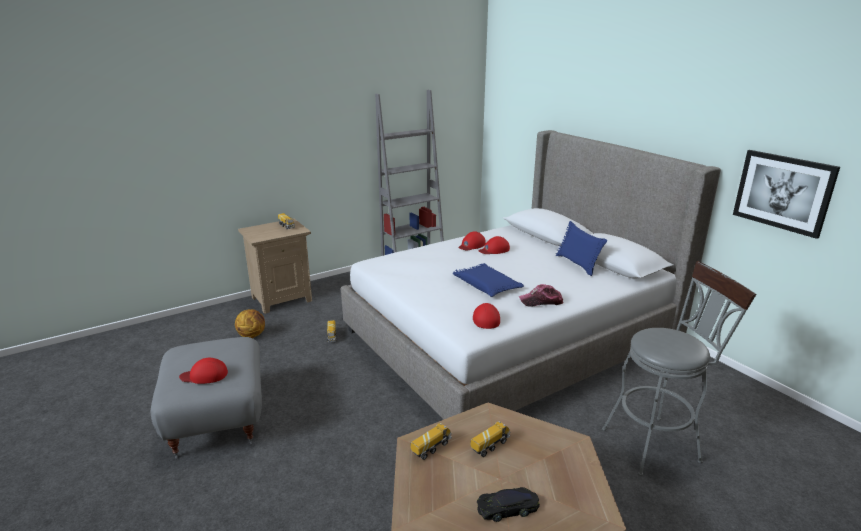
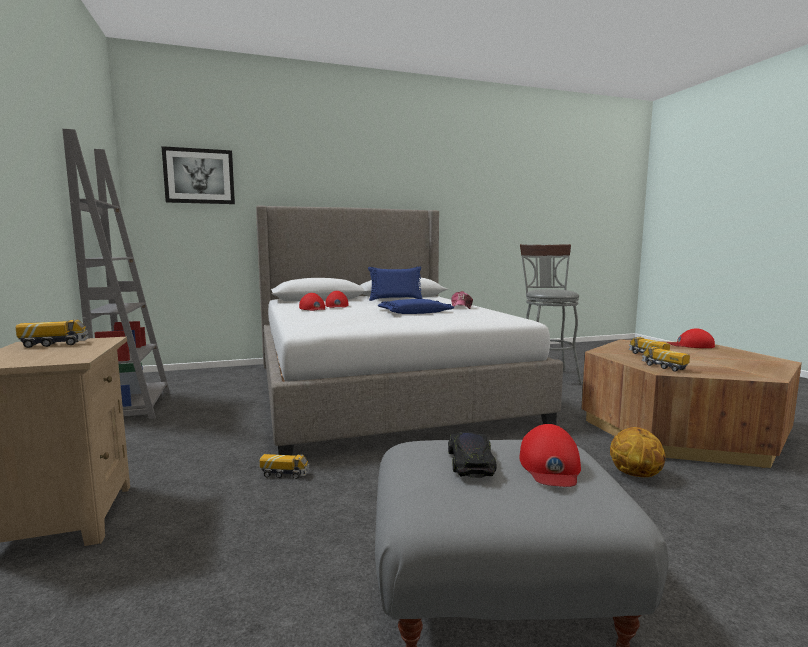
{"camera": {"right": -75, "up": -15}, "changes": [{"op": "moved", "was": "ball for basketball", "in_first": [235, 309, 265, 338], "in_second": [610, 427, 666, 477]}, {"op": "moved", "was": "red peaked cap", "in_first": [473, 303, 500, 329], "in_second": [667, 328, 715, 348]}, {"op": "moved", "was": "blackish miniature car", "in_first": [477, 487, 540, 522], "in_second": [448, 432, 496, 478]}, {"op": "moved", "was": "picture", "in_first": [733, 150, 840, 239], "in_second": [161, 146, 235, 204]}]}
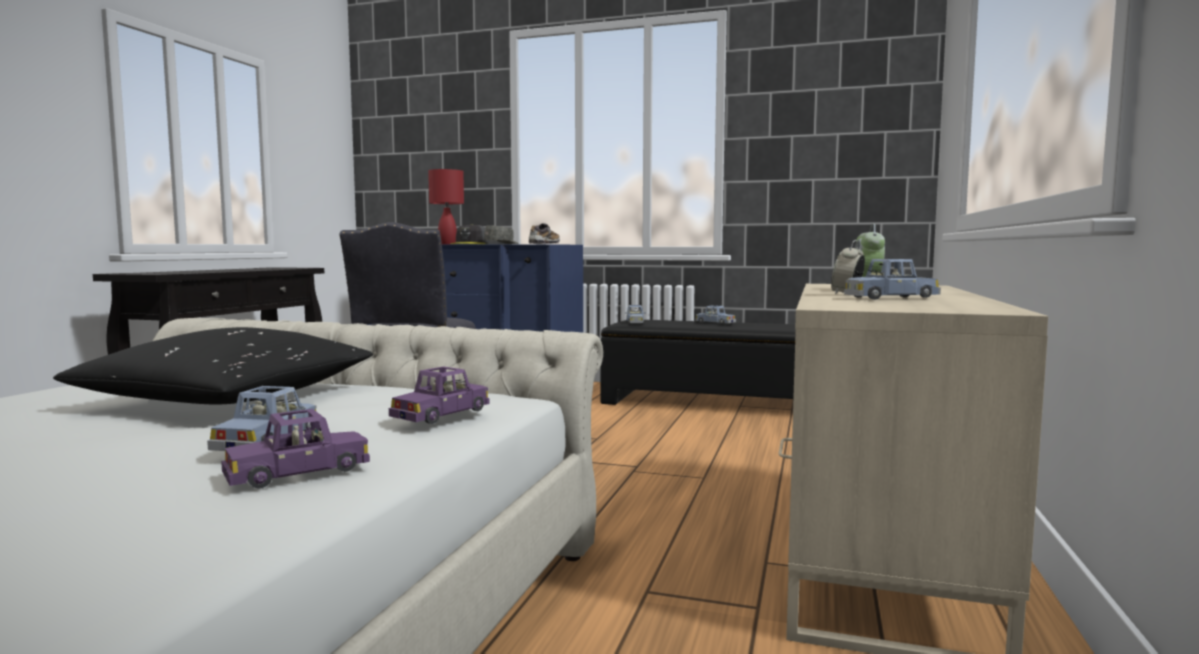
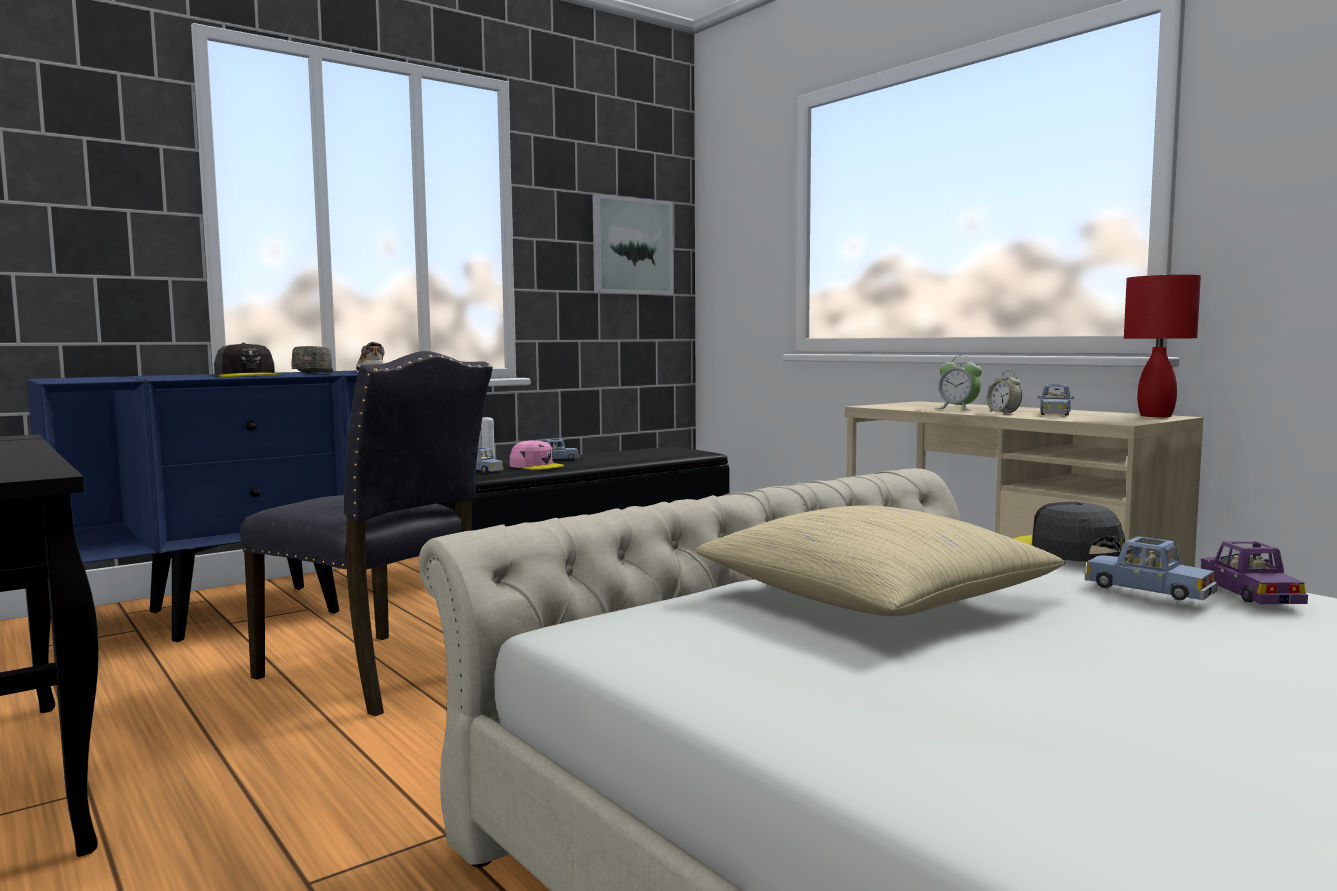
{"camera": {"right": -55, "up": 0}, "changes": [{"op": "added", "now": "pink peaked cap", "in_second": [510, 440, 564, 470]}, {"op": "added", "now": "picture", "in_second": [592, 194, 674, 295]}, {"op": "moved", "was": "red lamp for a table", "in_first": [428, 169, 464, 245], "in_second": [1124, 274, 1201, 417]}, {"op": "replaced", "was": "purplish miniature car", "now": "gray peaked cap", "in_first": [389, 366, 490, 424], "in_second": [1014, 502, 1125, 562]}, {"op": "recoloured", "was": "blackish cushion", "now": "sand-coloured cushion", "in_first": [53, 327, 373, 404], "in_second": [695, 505, 1065, 616]}]}
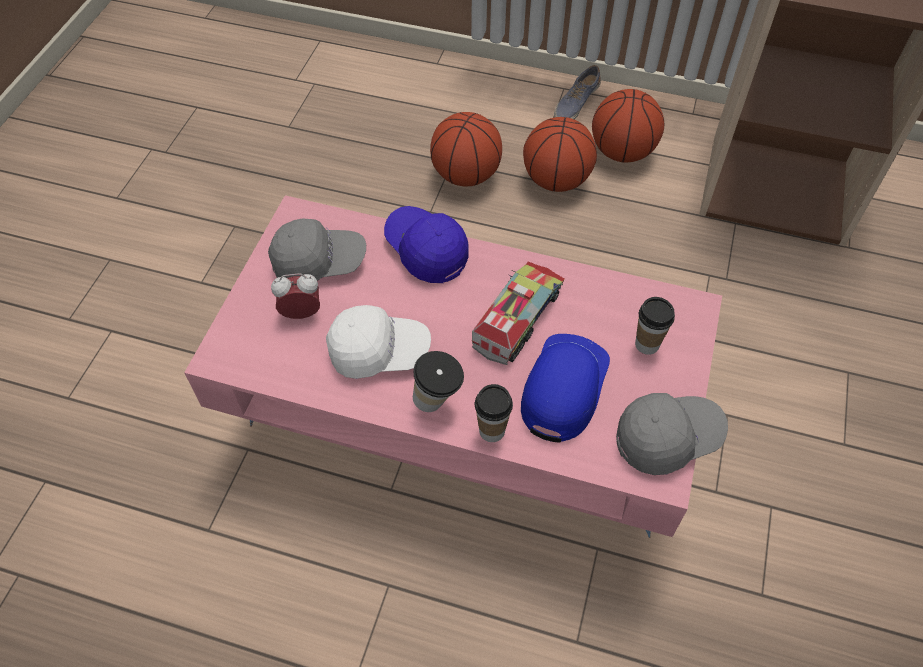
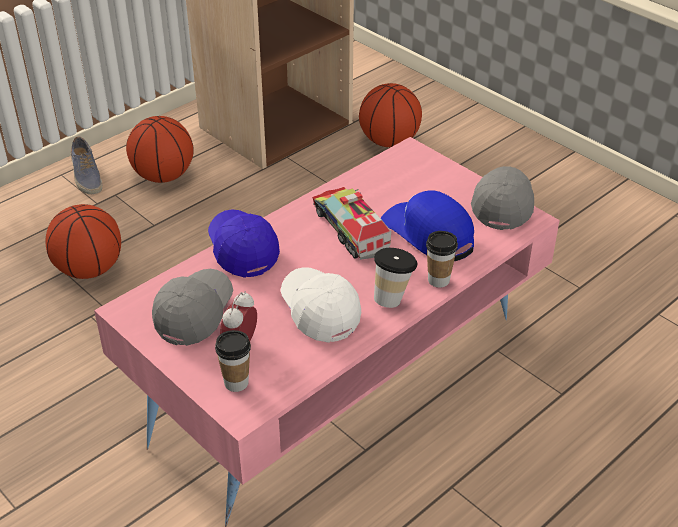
{"camera": {"right": -60, "up": -15}, "changes": [{"op": "moved", "was": "ball for basketball", "in_first": [523, 117, 597, 192], "in_second": [359, 83, 422, 147]}, {"op": "moved", "was": "drinking cup", "in_first": [635, 297, 675, 355], "in_second": [215, 330, 251, 392]}, {"op": "turned", "was": "white-coloured peaked cap", "in_first": [326, 305, 431, 379], "in_second": [280, 267, 361, 343], "clockwise": -60}, {"op": "turned", "was": "bluish peaked cap", "in_first": [384, 206, 469, 283], "in_second": [208, 209, 280, 278], "clockwise": 75}]}
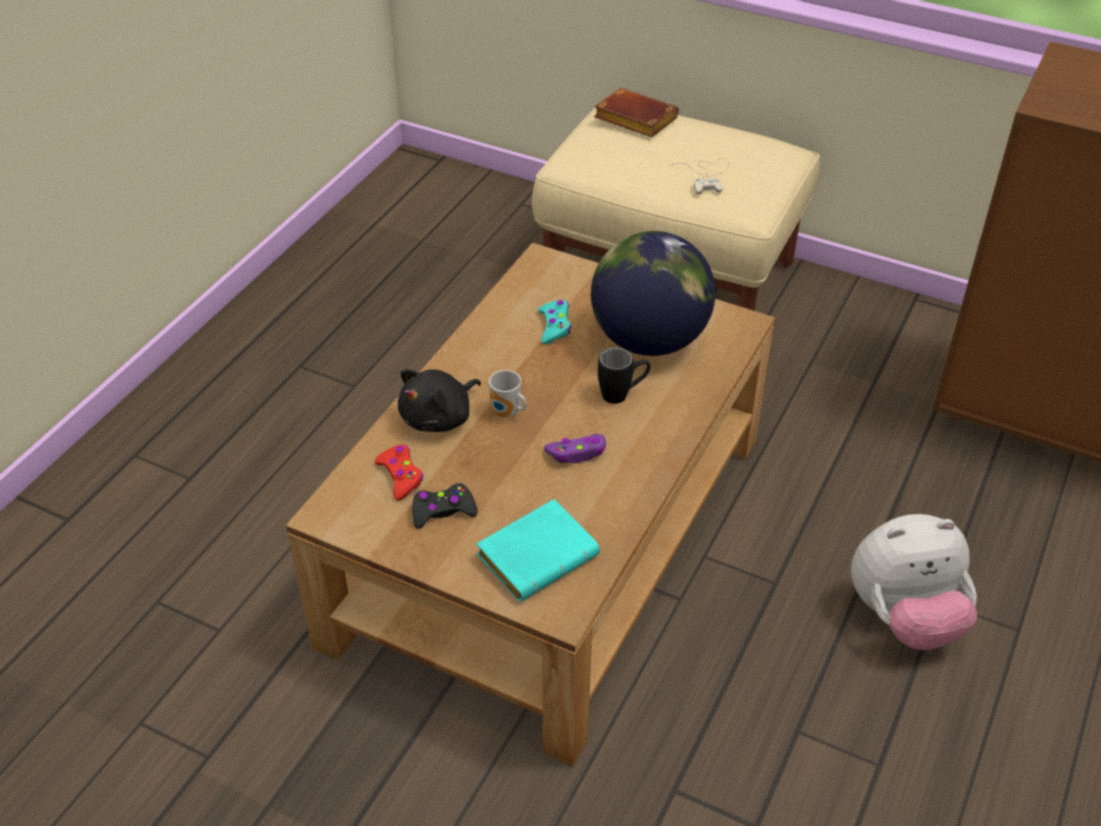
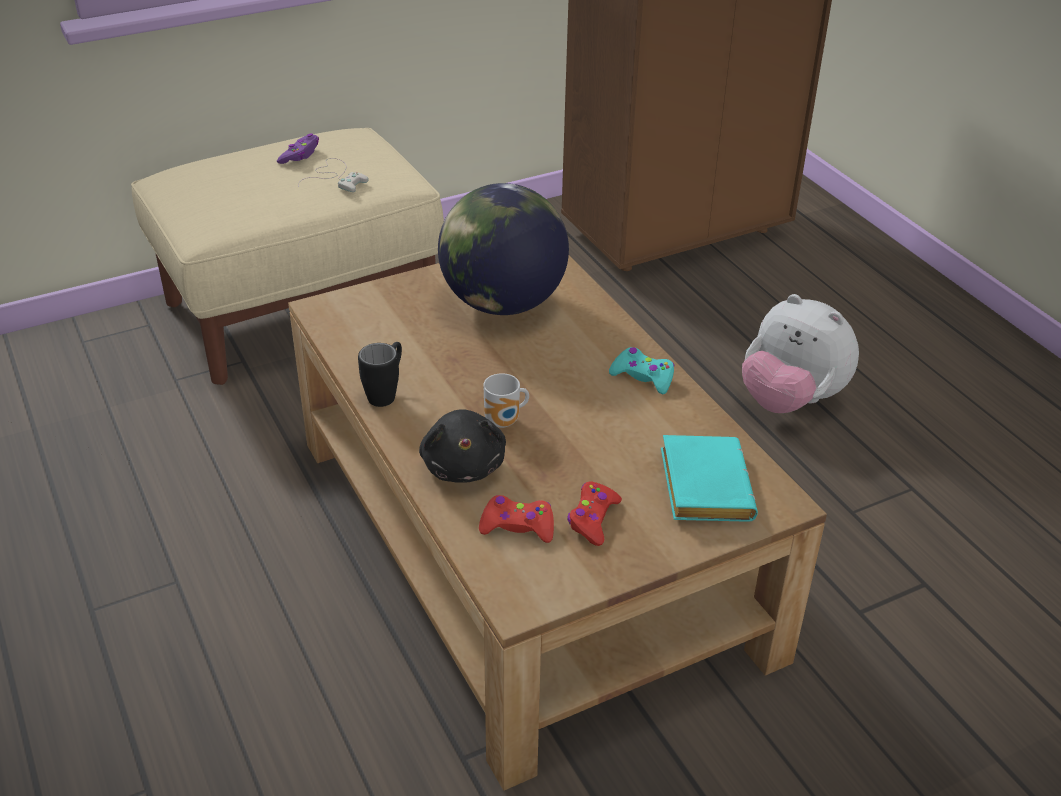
{"camera": {"right": -55, "up": -5}, "changes": [{"op": "removed", "was": "brownish bound book", "in_first": [594, 88, 679, 137]}, {"op": "moved", "was": "turquoise gamepad", "in_first": [538, 300, 571, 344], "in_second": [609, 347, 675, 394]}, {"op": "moved", "was": "purplish gamepad", "in_first": [544, 434, 606, 463], "in_second": [277, 134, 319, 164]}, {"op": "moved", "was": "blackish coffee mug", "in_first": [598, 347, 650, 404], "in_second": [358, 342, 402, 407]}, {"op": "recoloured", "was": "blackish gamepad", "now": "red gamepad", "in_first": [412, 483, 478, 529], "in_second": [567, 481, 622, 546]}, {"op": "turned", "was": "cuddly toy", "in_first": [851, 514, 977, 650], "in_second": [742, 294, 859, 413], "clockwise": 105}]}
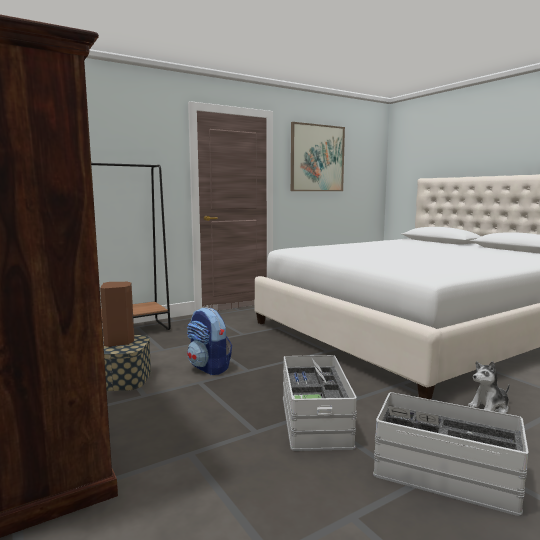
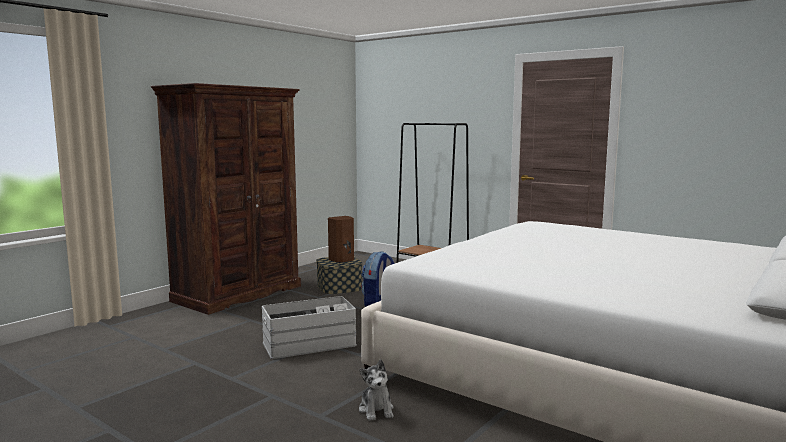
{"camera": {"right": 70, "up": 0}, "changes": [{"op": "removed", "was": "picture", "in_first": [291, 122, 345, 191]}, {"op": "removed", "was": "gray storage container", "in_first": [373, 392, 529, 516]}, {"op": "turned", "was": "cuddly toy", "in_first": [468, 361, 510, 413], "in_second": [359, 359, 394, 421], "clockwise": -150}]}
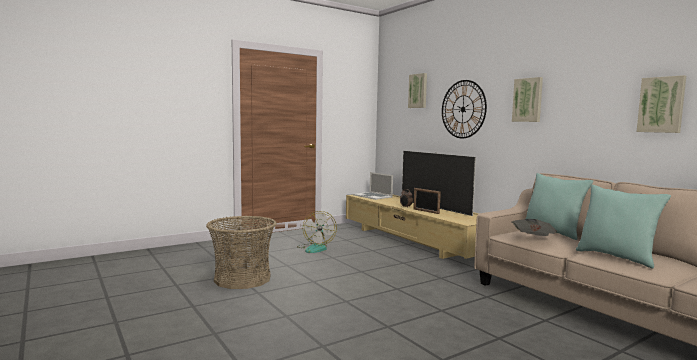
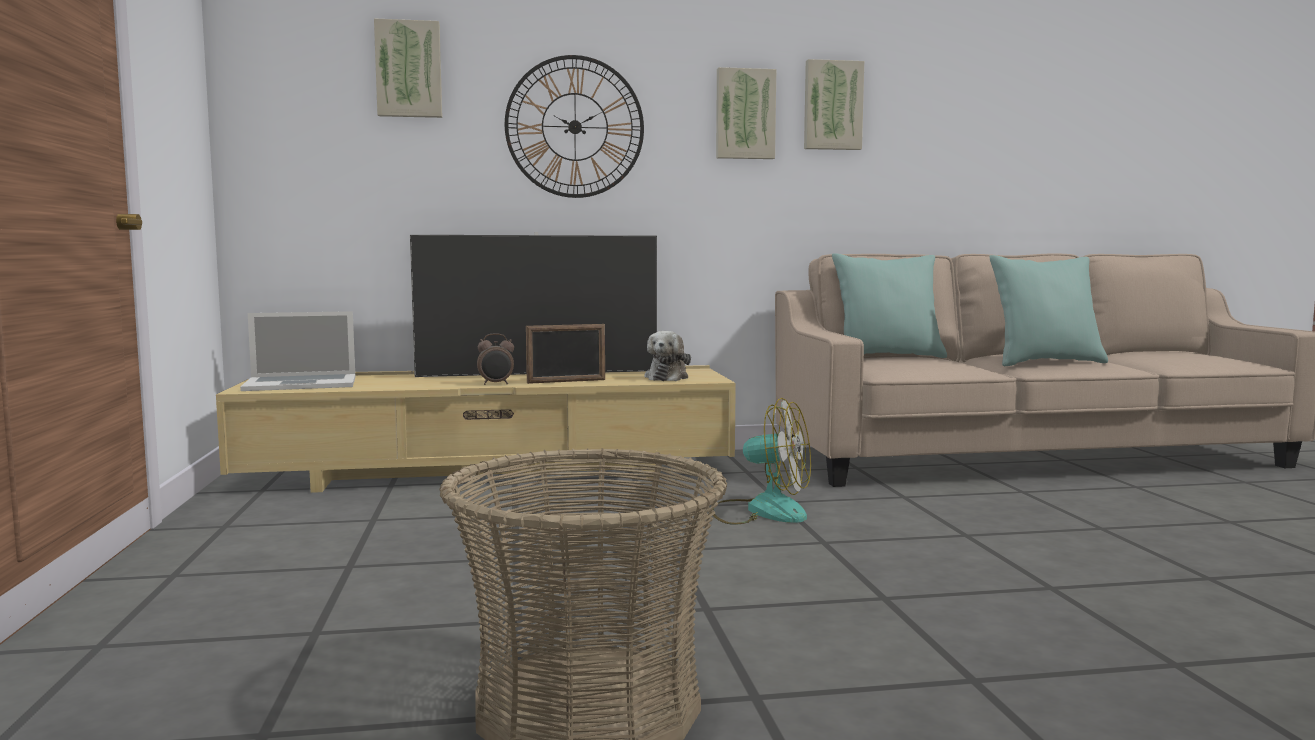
{"camera": {"right": -65, "up": 0}, "changes": [{"op": "removed", "was": "daily paper", "in_first": [512, 219, 557, 236]}, {"op": "added", "now": "cuddly toy", "in_second": [644, 331, 691, 381]}, {"op": "moved", "was": "cooling fan", "in_first": [297, 211, 337, 253], "in_second": [711, 398, 811, 525]}, {"op": "moved", "was": "picture", "in_first": [637, 75, 686, 133], "in_second": [804, 59, 864, 150]}]}
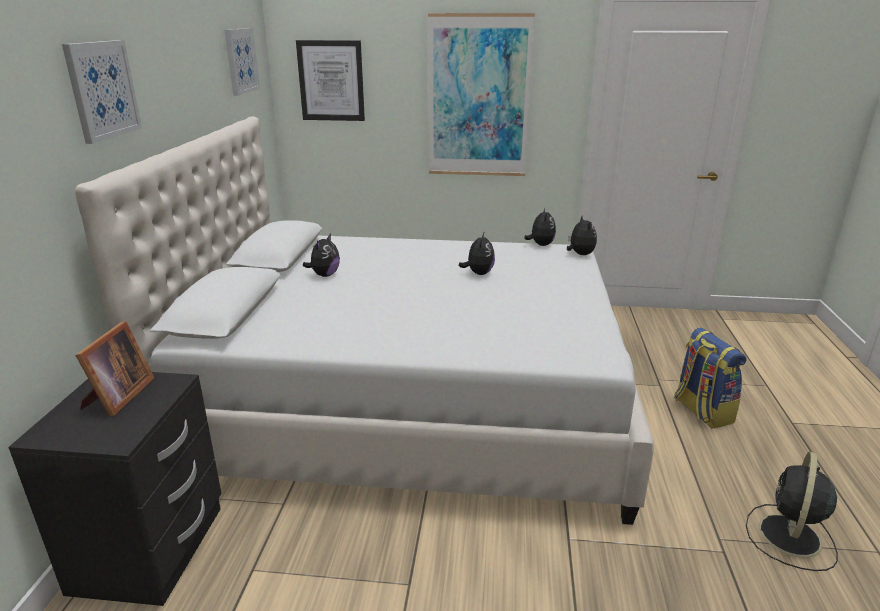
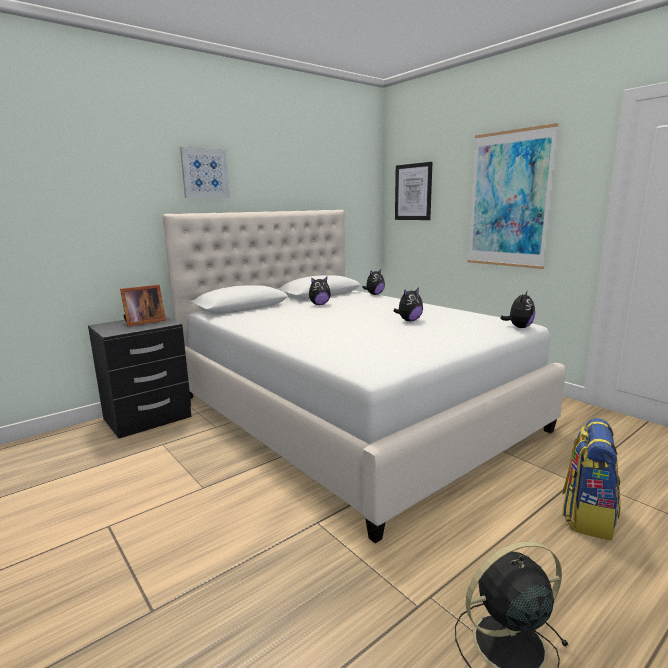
{"camera": {"right": 45, "up": -10}, "changes": [{"op": "removed", "was": "picture", "in_first": [224, 28, 260, 96]}, {"op": "moved", "was": "cuddly toy", "in_first": [524, 208, 556, 246], "in_second": [362, 269, 385, 295]}]}
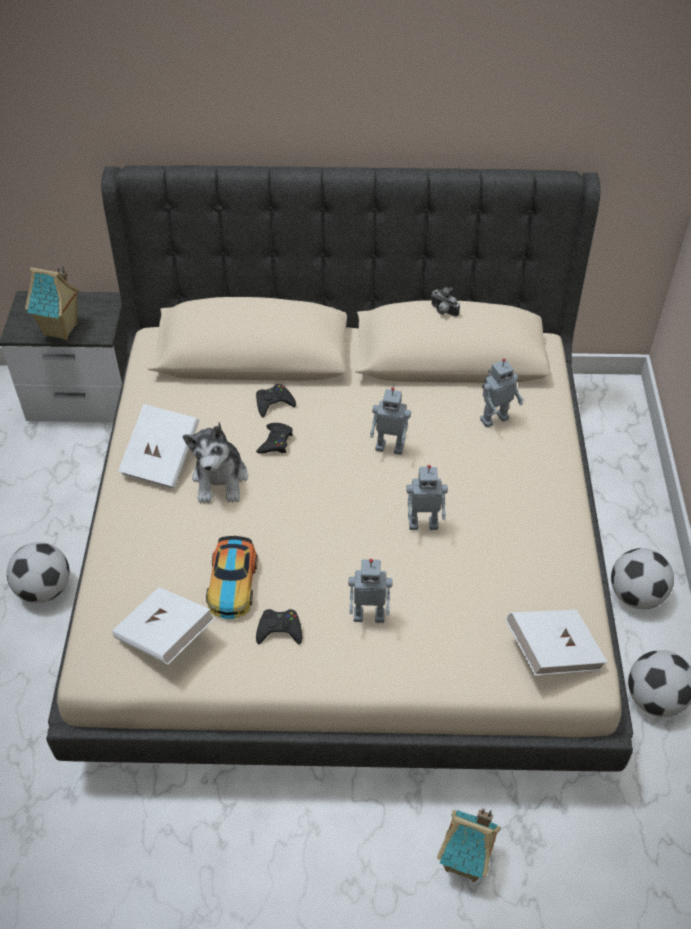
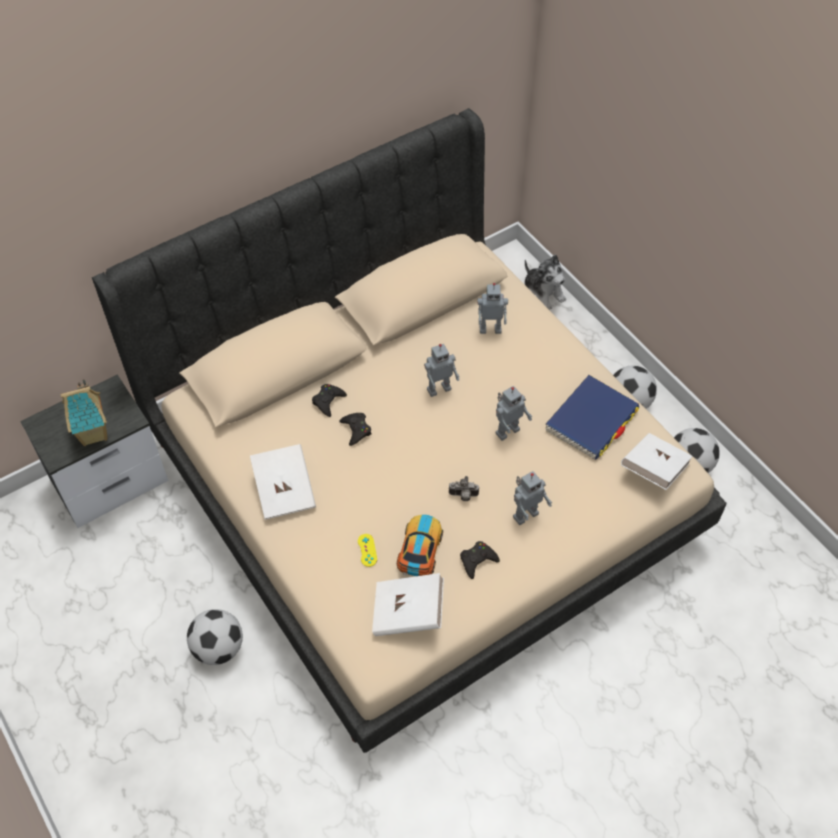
{"camera": {"right": -35, "up": 5}, "changes": [{"op": "removed", "was": "model house", "in_first": [437, 809, 501, 882]}, {"op": "added", "now": "yellow gamepad", "in_second": [358, 534, 377, 567]}, {"op": "added", "now": "bluish bound book", "in_second": [545, 375, 639, 460]}, {"op": "moved", "was": "cuddly toy", "in_first": [183, 422, 248, 503], "in_second": [524, 255, 566, 310]}, {"op": "moved", "was": "photo camera", "in_first": [431, 287, 460, 317], "in_second": [448, 476, 479, 501]}, {"op": "turned", "was": "miniature car", "in_first": [206, 536, 258, 619], "in_second": [397, 515, 443, 576], "clockwise": -135}, {"op": "turned", "was": "robot figure", "in_first": [480, 358, 523, 428], "in_second": [477, 283, 508, 334], "clockwise": 60}]}
